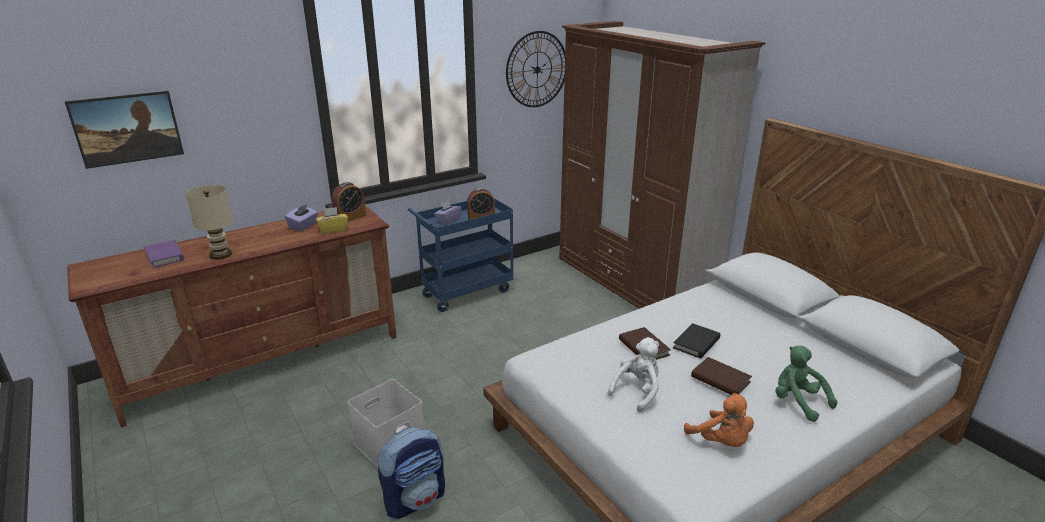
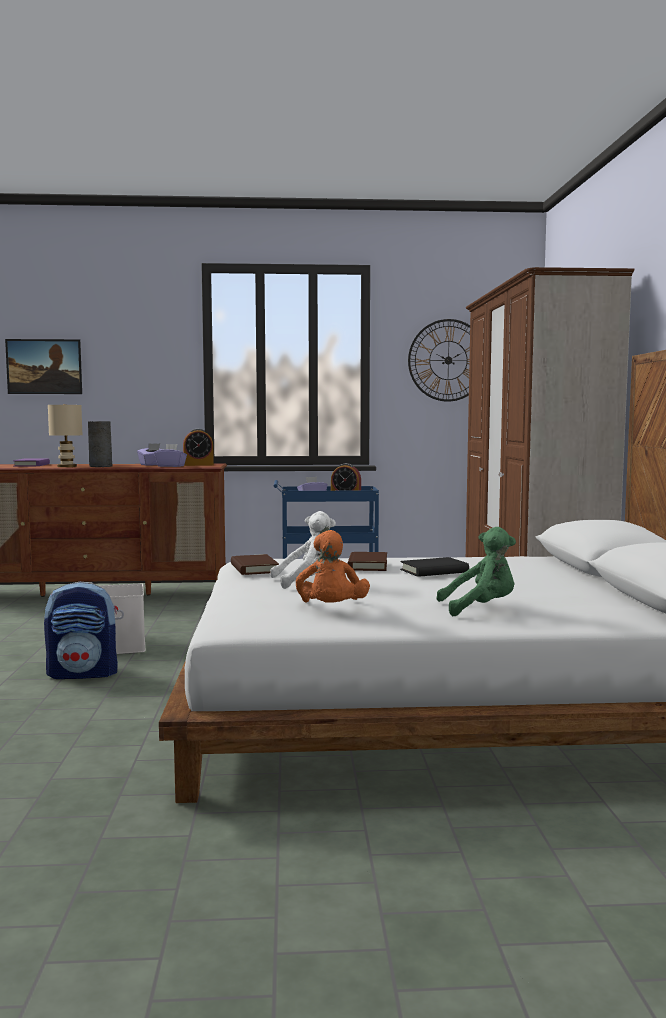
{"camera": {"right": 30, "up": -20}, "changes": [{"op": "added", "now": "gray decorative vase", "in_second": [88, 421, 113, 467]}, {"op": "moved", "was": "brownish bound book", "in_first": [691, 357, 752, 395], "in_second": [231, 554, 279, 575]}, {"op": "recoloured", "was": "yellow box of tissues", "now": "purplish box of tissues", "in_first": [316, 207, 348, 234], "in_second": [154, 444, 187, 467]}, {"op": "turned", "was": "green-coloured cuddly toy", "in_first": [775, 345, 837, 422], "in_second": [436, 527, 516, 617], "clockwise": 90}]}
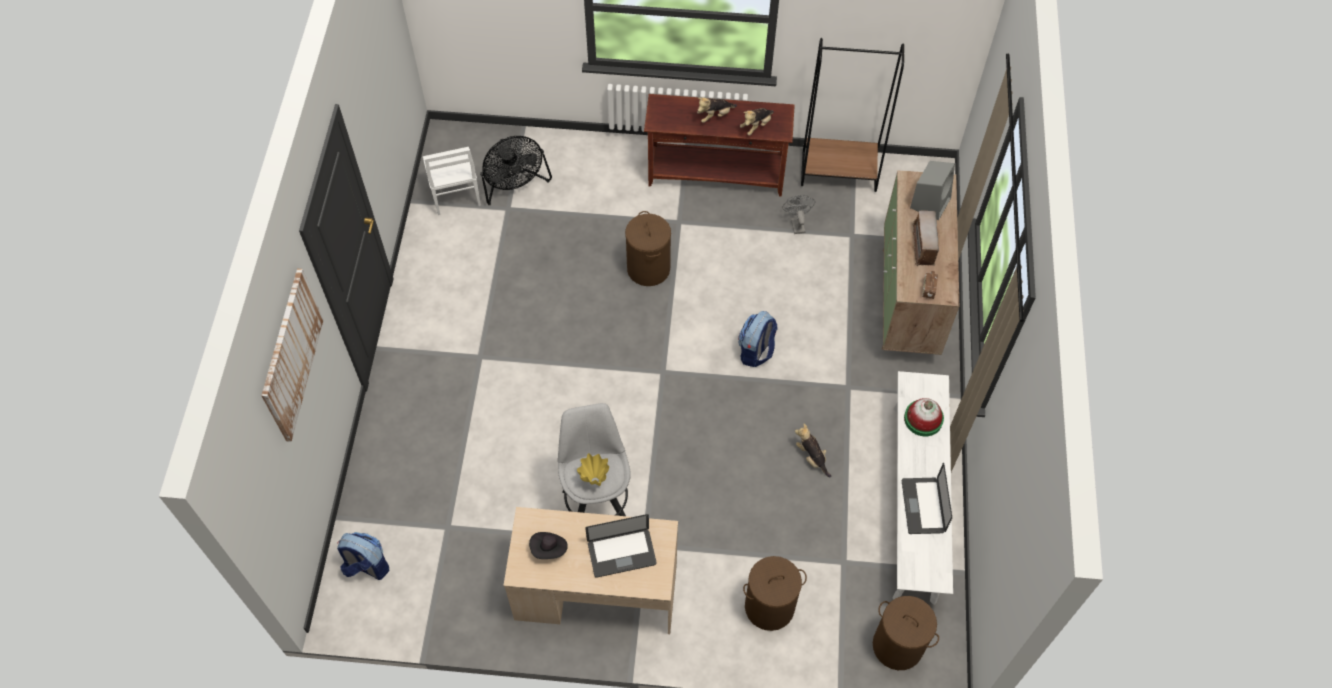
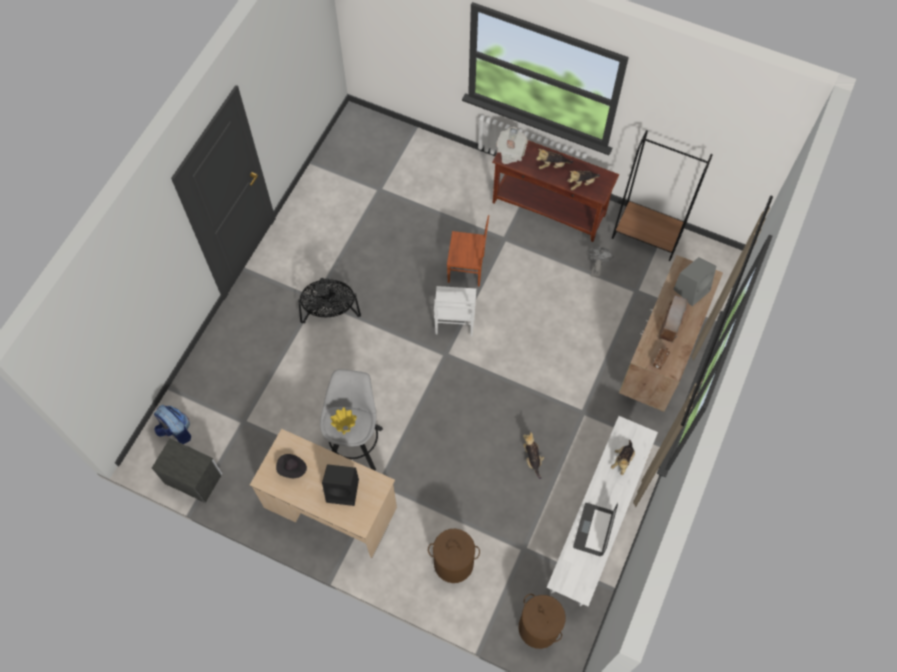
{"camera": {"right": 20, "up": 5}, "changes": [{"op": "removed", "was": "picture", "in_first": [261, 268, 324, 442]}, {"op": "removed", "was": "backpack", "in_first": [738, 311, 778, 367]}, {"op": "added", "now": "bedside table", "in_second": [152, 438, 222, 503]}, {"op": "added", "now": "daily paper", "in_second": [496, 127, 528, 164]}, {"op": "moved", "was": "white-coloured chair", "in_first": [423, 147, 481, 215], "in_second": [434, 286, 476, 337]}, {"op": "moved", "was": "blackish cooling fan", "in_first": [480, 136, 552, 205], "in_second": [298, 278, 361, 324]}, {"op": "replaced", "was": "portable computer", "now": "blackish loudspeaker", "in_first": [585, 514, 657, 578], "in_second": [322, 464, 359, 506]}, {"op": "replaced", "was": "brownish laundry basket", "now": "brownish chair", "in_first": [625, 211, 671, 286], "in_second": [447, 215, 489, 286]}, {"op": "replaced", "was": "wearable hat", "now": "cuddly toy", "in_first": [904, 398, 944, 437], "in_second": [611, 440, 635, 475]}]}
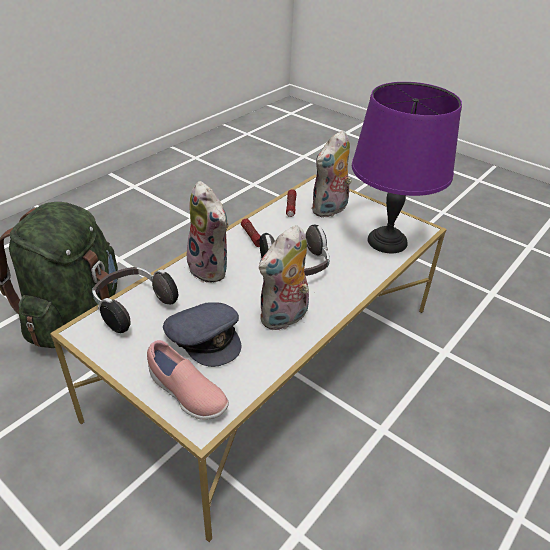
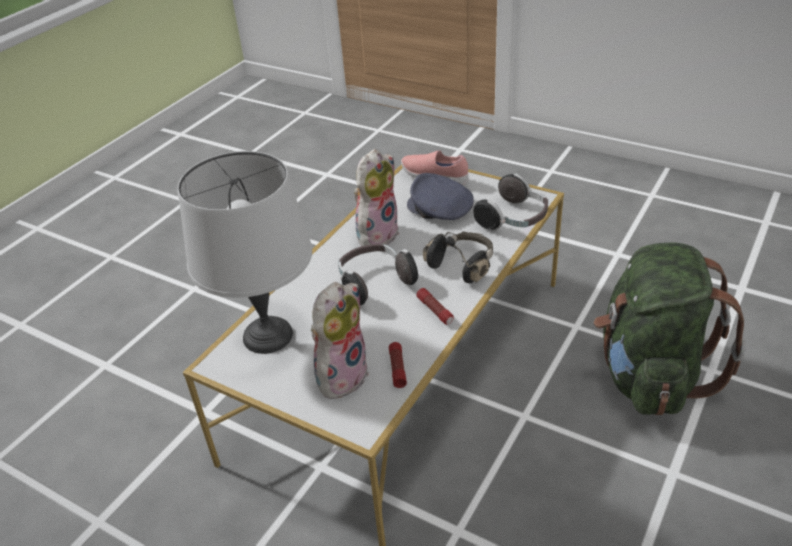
{"camera": {"right": 175, "up": 0}, "changes": [{"op": "replaced", "was": "cuddly toy", "now": "blackish headset", "in_first": [185, 181, 229, 283], "in_second": [423, 231, 493, 283]}, {"op": "recoloured", "was": "purplish lamp for a table", "now": "gray lamp for a table", "in_first": [352, 82, 462, 253], "in_second": [178, 151, 312, 354]}]}
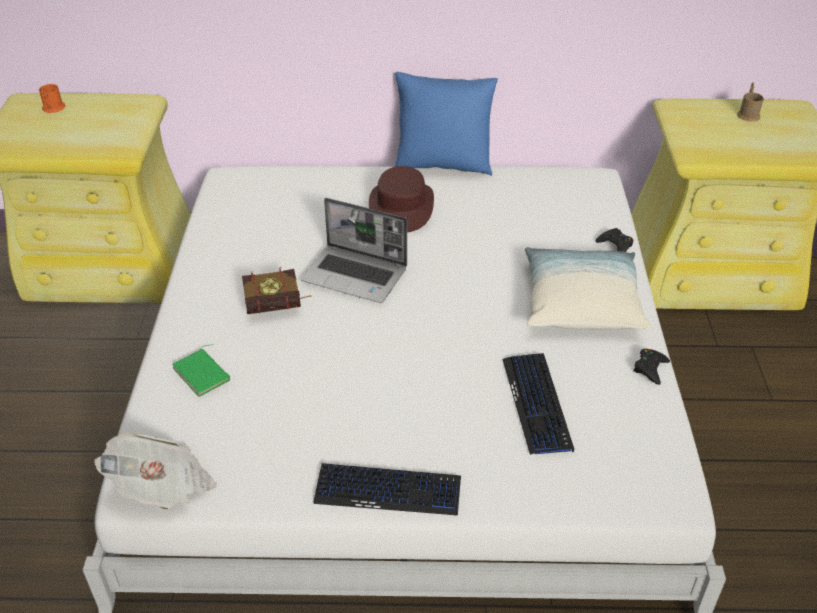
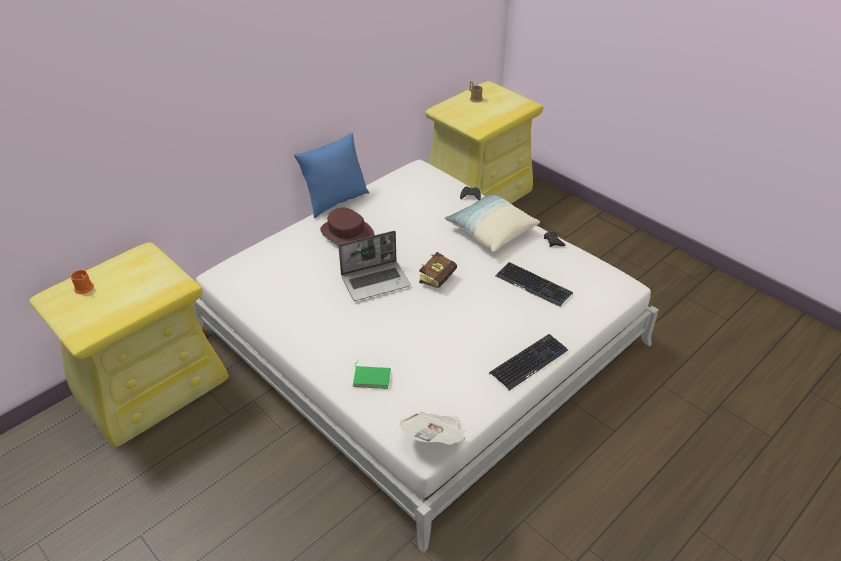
{"camera": {"right": -45, "up": 0}, "changes": [{"op": "moved", "was": "bound book", "in_first": [242, 267, 312, 314], "in_second": [419, 252, 457, 288]}]}
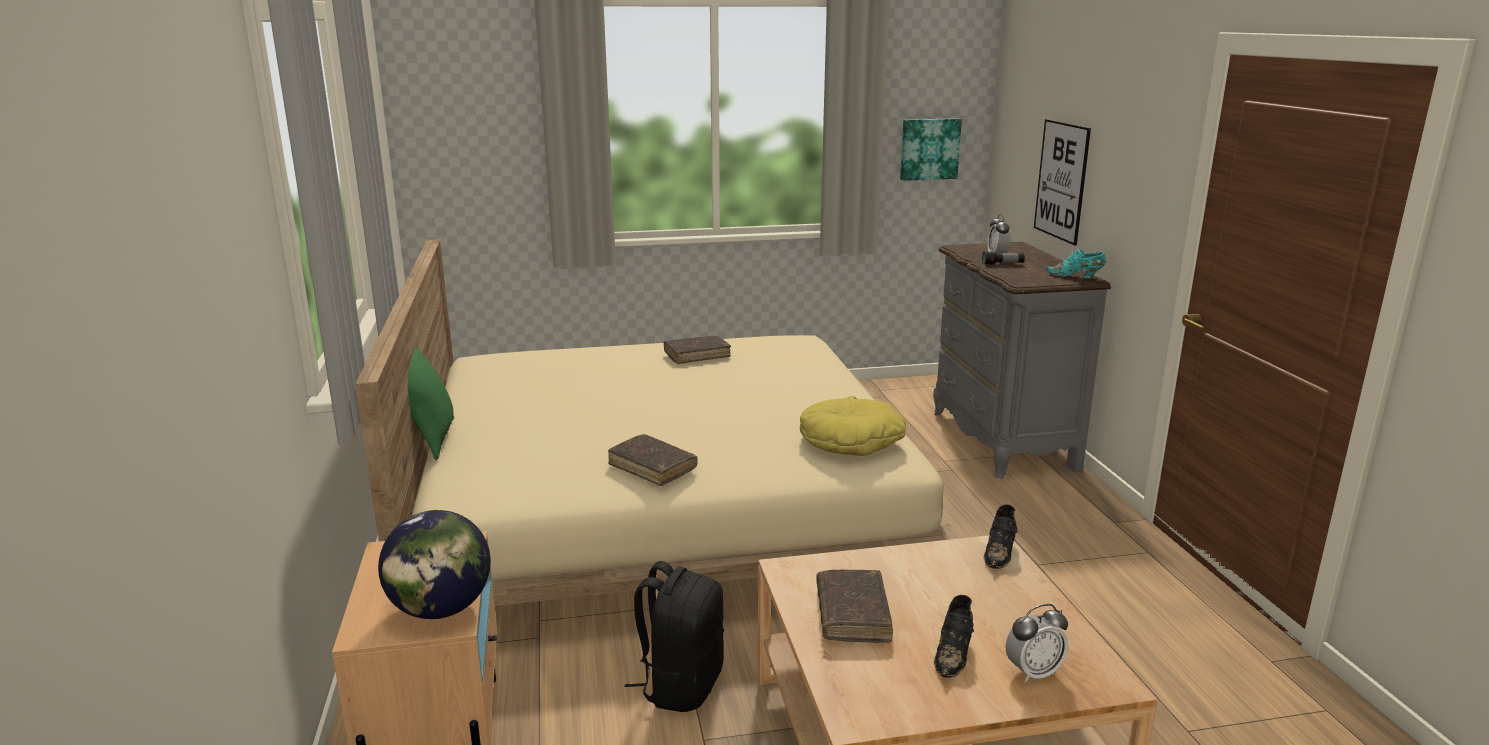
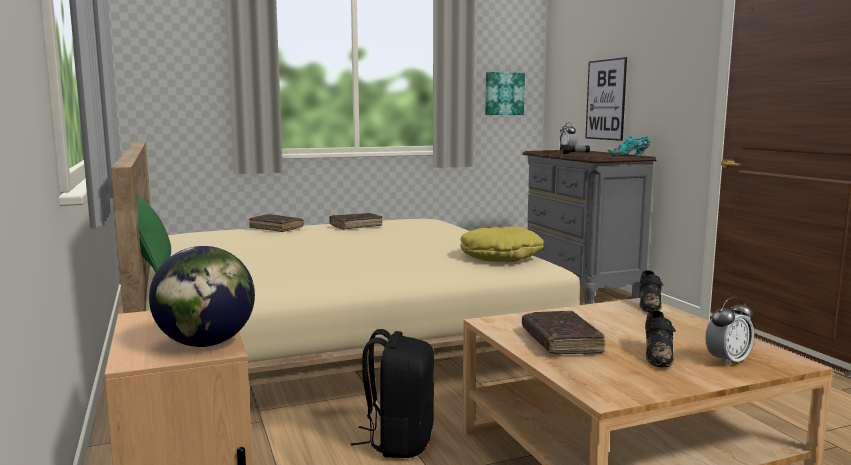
{"camera": {"right": -10, "up": -10}, "changes": [{"op": "moved", "was": "brownish bound book", "in_first": [608, 434, 698, 486], "in_second": [249, 214, 304, 232]}]}
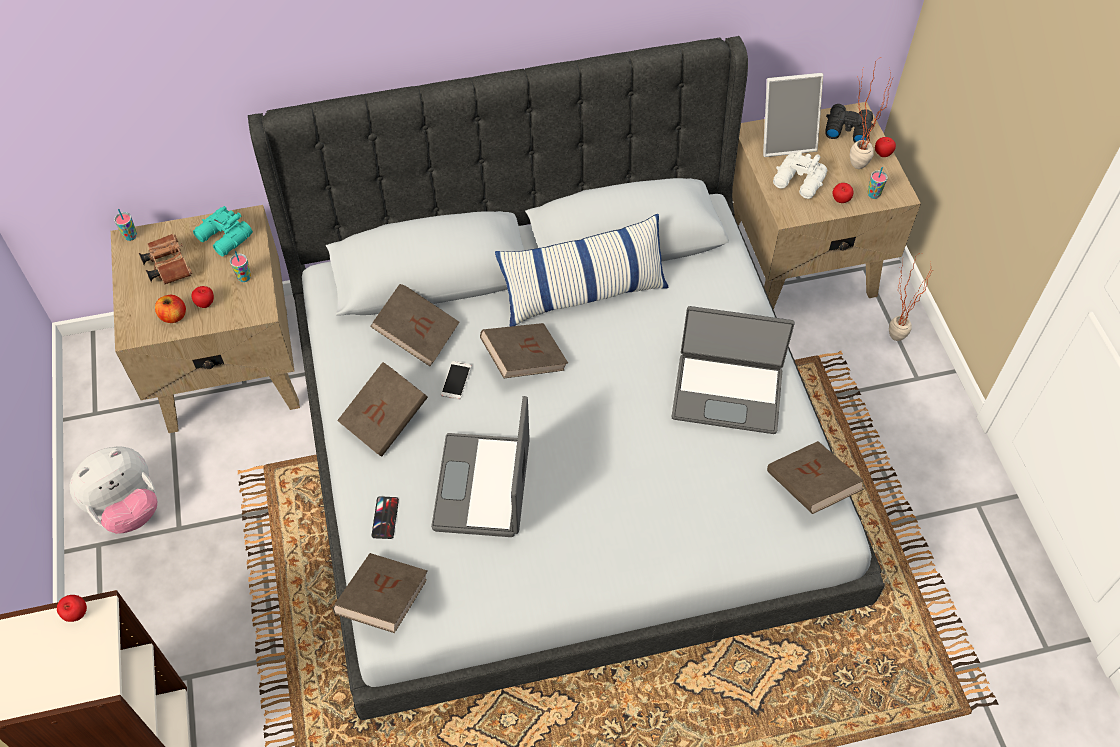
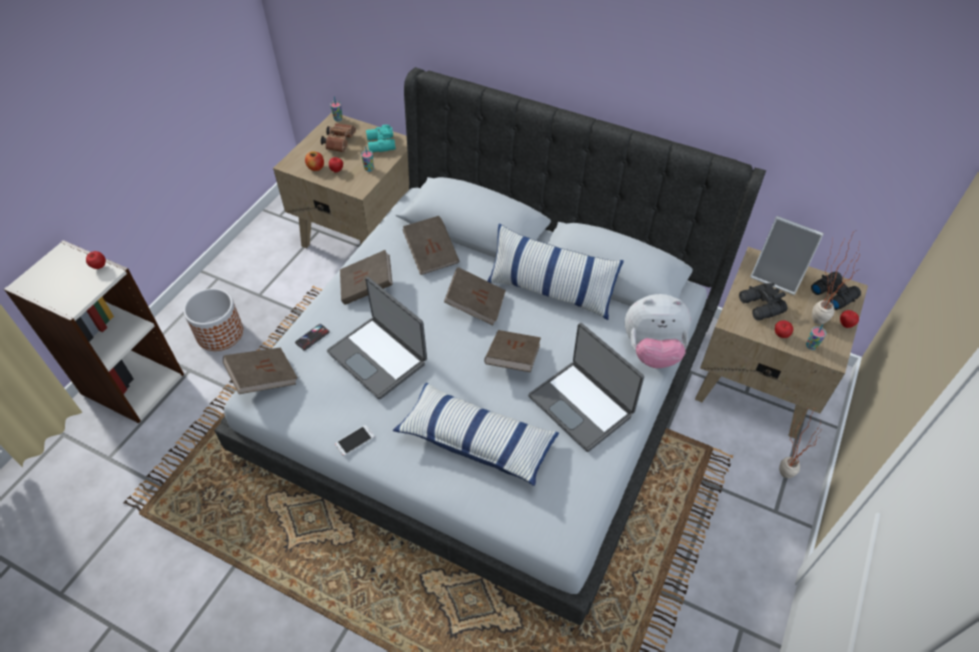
{"camera": {"right": 40, "up": -5}, "changes": [{"op": "added", "now": "planter", "in_second": [183, 288, 243, 351]}, {"op": "added", "now": "cushion", "in_second": [393, 383, 559, 486]}, {"op": "moved", "was": "cuddly toy", "in_first": [69, 446, 157, 534], "in_second": [625, 294, 691, 368]}, {"op": "moved", "was": "phone", "in_first": [441, 361, 471, 400], "in_second": [335, 425, 375, 456]}, {"op": "moved", "was": "brownish bound book", "in_first": [767, 441, 864, 514], "in_second": [484, 330, 541, 372]}, {"op": "recoloured", "was": "white-coloured field glasses", "now": "blackish field glasses", "in_first": [773, 151, 827, 199], "in_second": [739, 283, 787, 320]}, {"op": "turned", "was": "portable computer", "in_first": [431, 396, 530, 537], "in_second": [327, 277, 427, 399], "clockwise": -90}]}
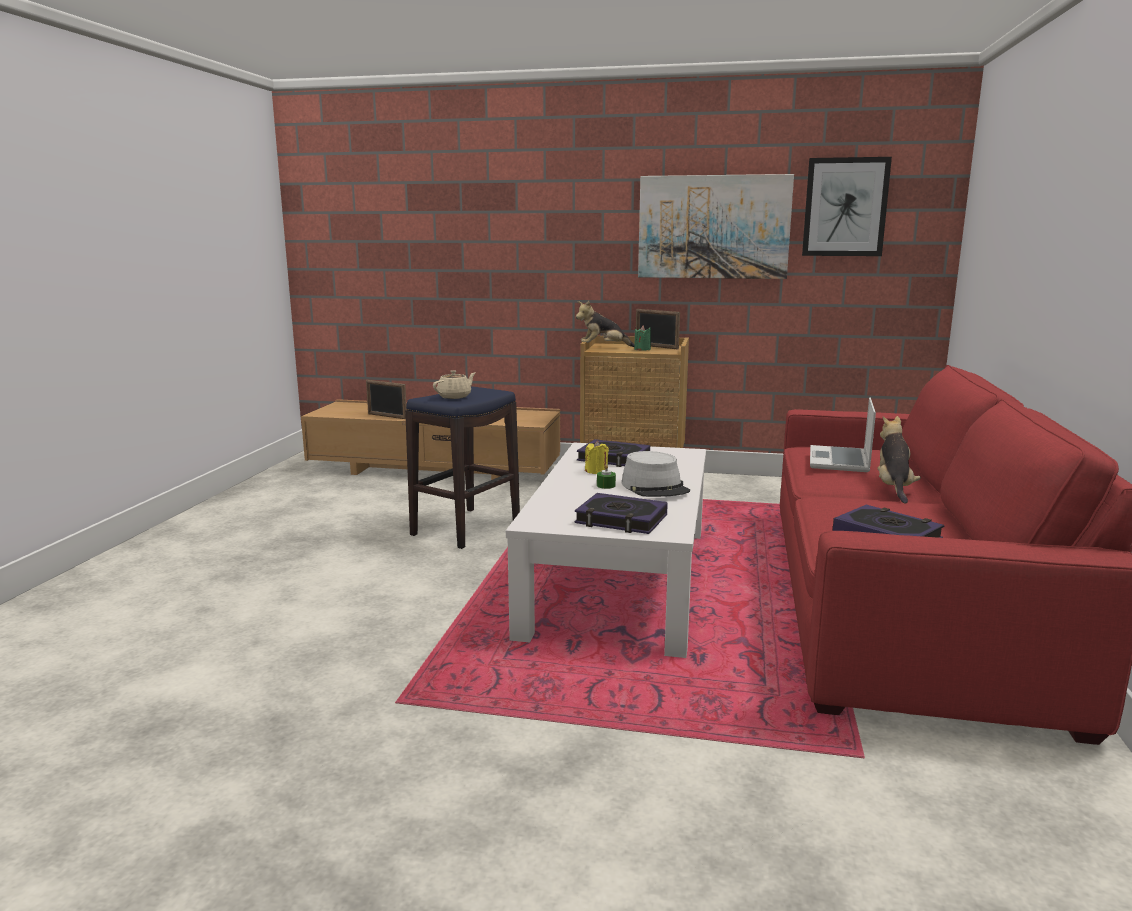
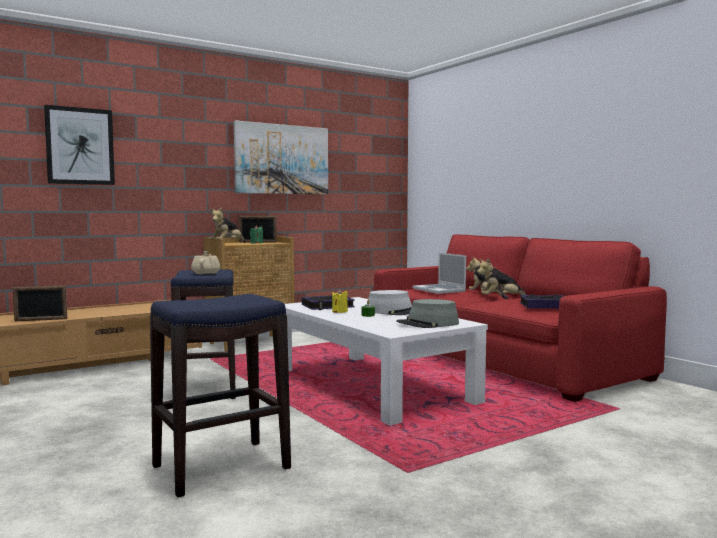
{"camera": {"right": -45, "up": -10}, "changes": [{"op": "added", "now": "stool seat", "in_second": [150, 294, 291, 498]}, {"op": "added", "now": "cuddly toy", "in_second": [477, 259, 527, 295]}, {"op": "moved", "was": "picture", "in_first": [802, 157, 892, 256], "in_second": [44, 105, 115, 185]}, {"op": "replaced", "was": "bound book", "now": "gray wearable hat", "in_first": [575, 493, 668, 534], "in_second": [396, 299, 459, 328]}]}
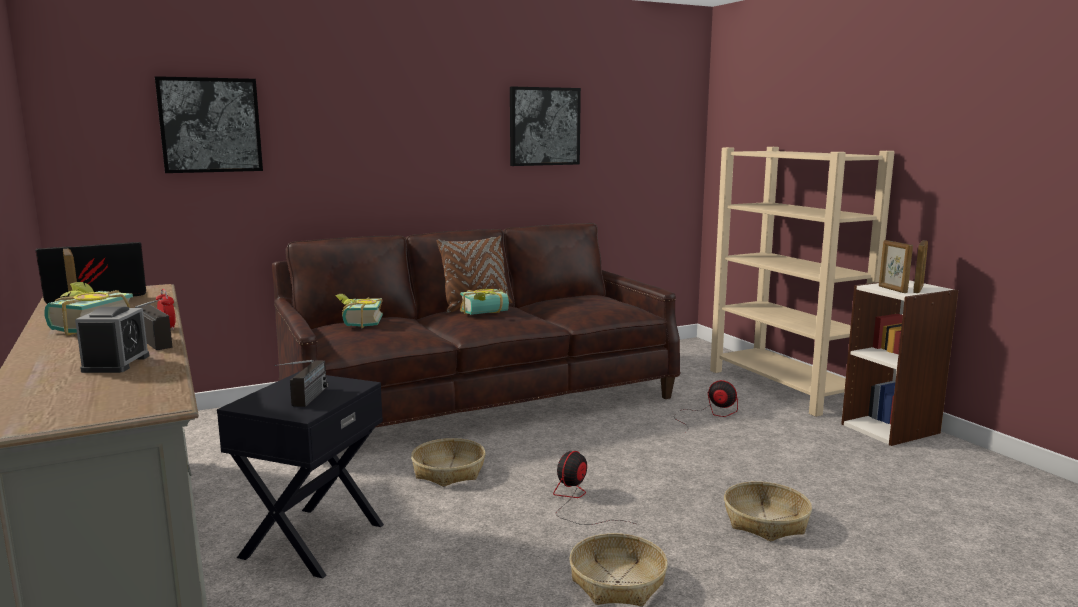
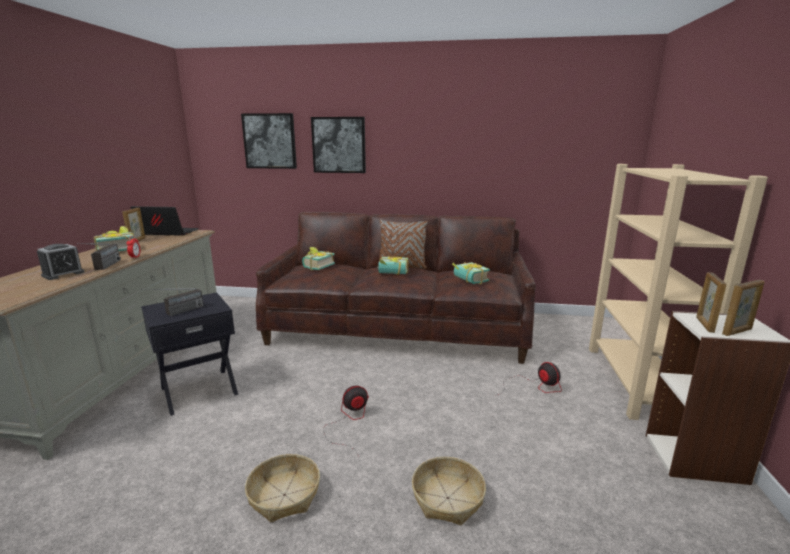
{"camera": {"right": 35, "up": 5}, "changes": [{"op": "removed", "was": "storage basket", "in_first": [411, 438, 485, 487]}, {"op": "added", "now": "bound book", "in_second": [452, 262, 490, 284]}, {"op": "moved", "was": "picture", "in_first": [510, 87, 581, 166], "in_second": [311, 117, 366, 173]}]}
